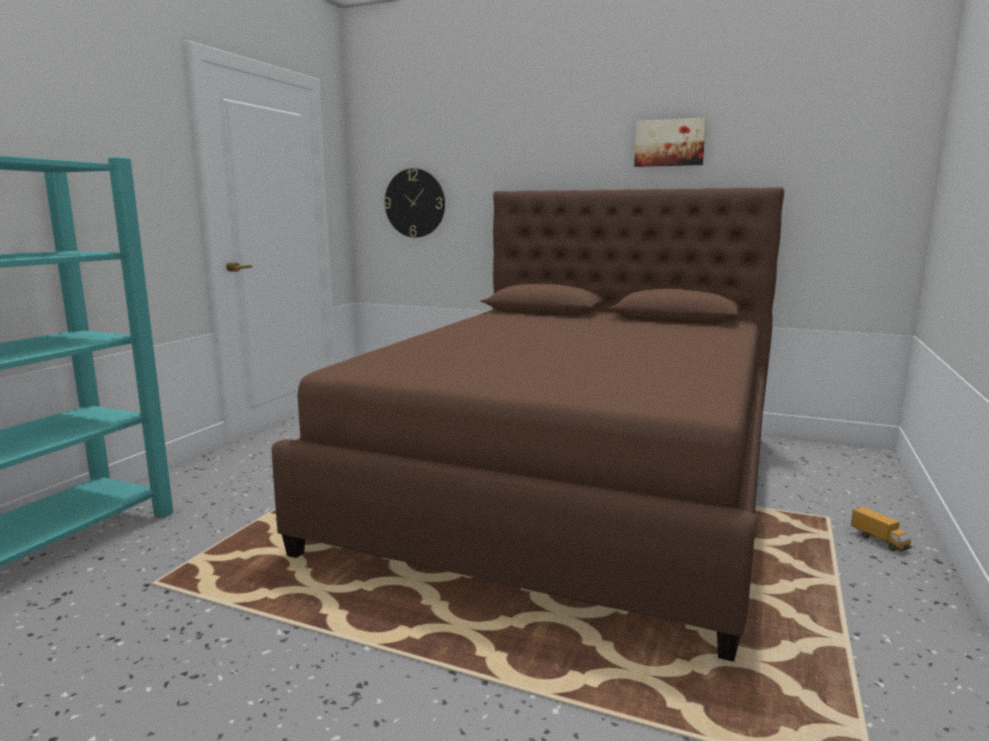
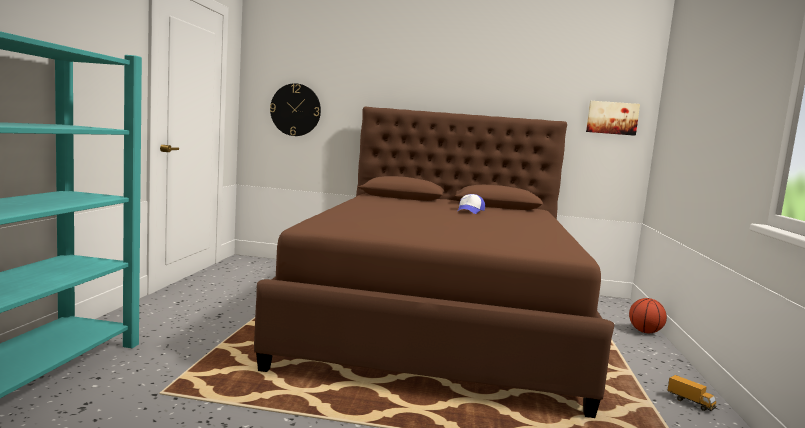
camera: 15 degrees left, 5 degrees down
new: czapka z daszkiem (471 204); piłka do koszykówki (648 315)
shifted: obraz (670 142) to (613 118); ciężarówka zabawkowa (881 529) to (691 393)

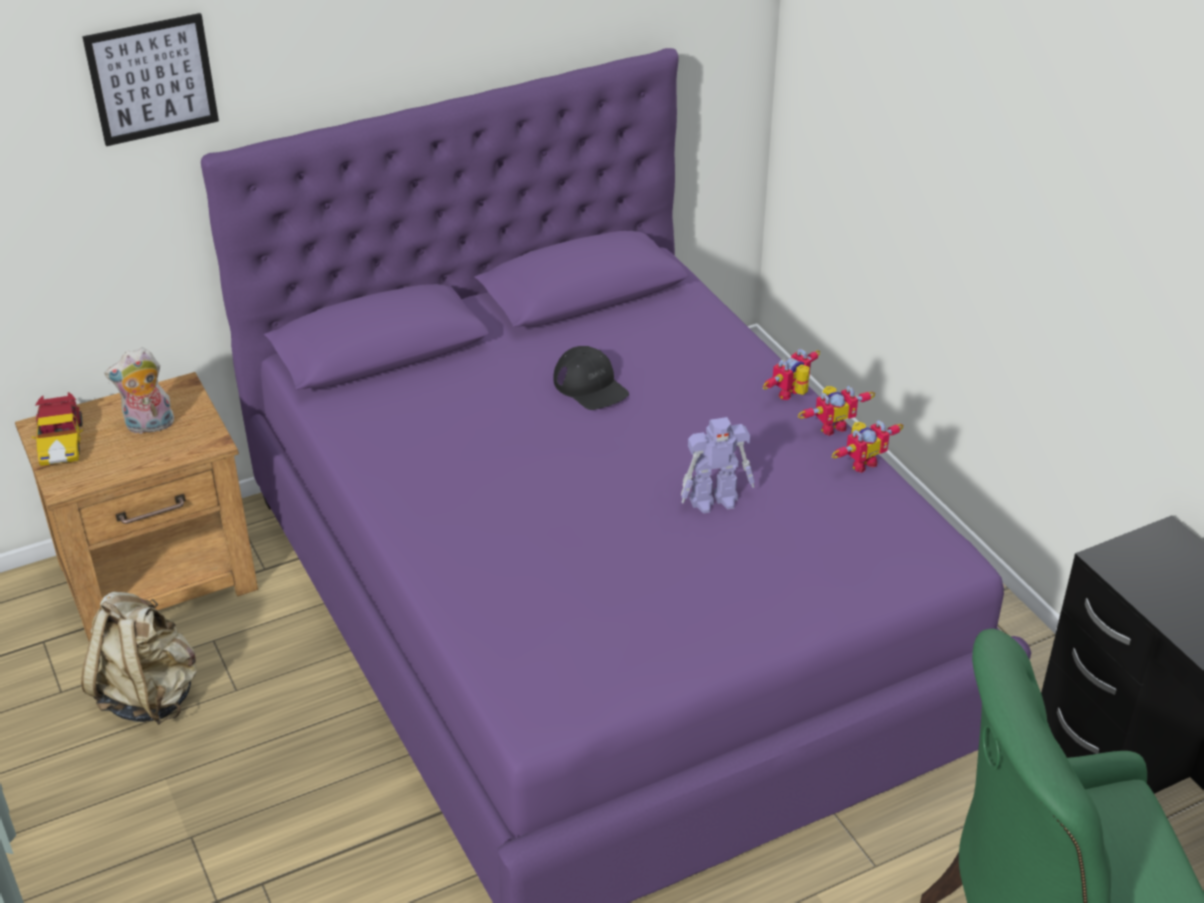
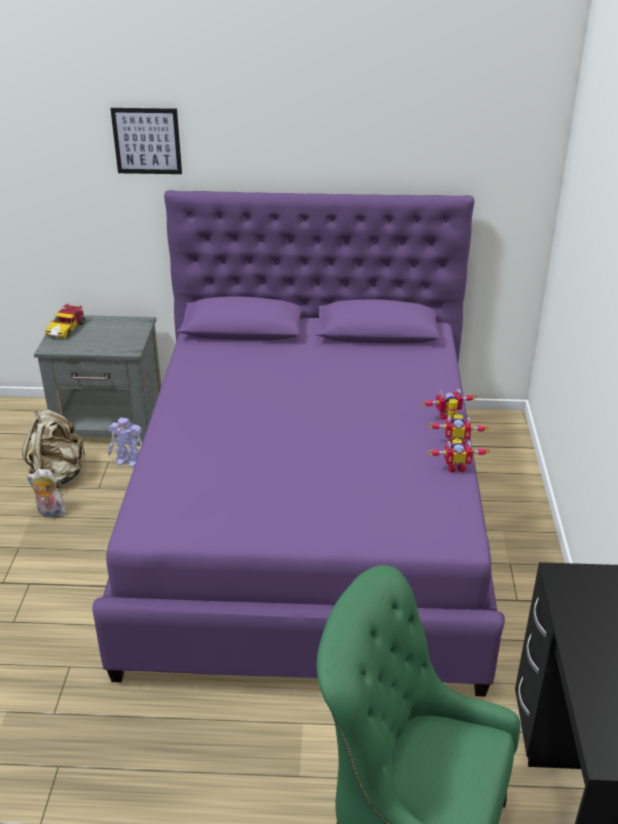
camera: 30 degrees right, 5 degrees down
gone: czapka z daszkiem (czarny) (591 378)
shifted: pluszak (140 390) to (46 493); robot zabawkowy (718 465) to (125 442)
repainted: szafka nocna (brązowy) (136 506) to szafka nocna (szary) (97 380)

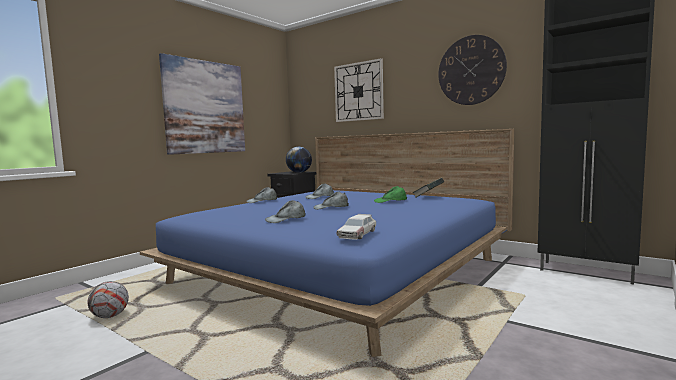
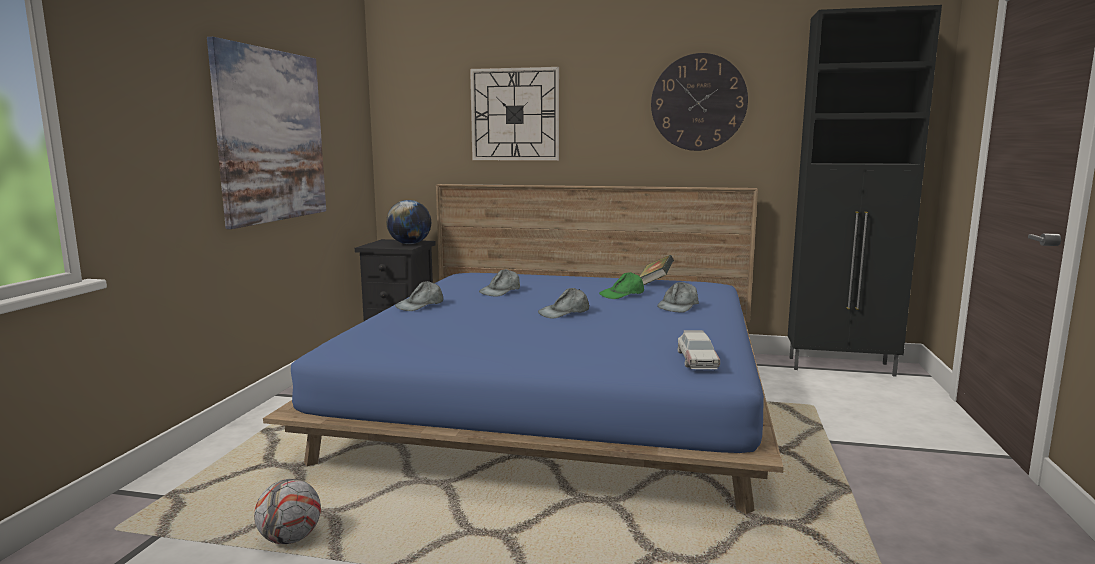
camera: 25 degrees left, 5 degrees up
shifted: czapka z daszkiem (szary) (285 211) to (678 297)

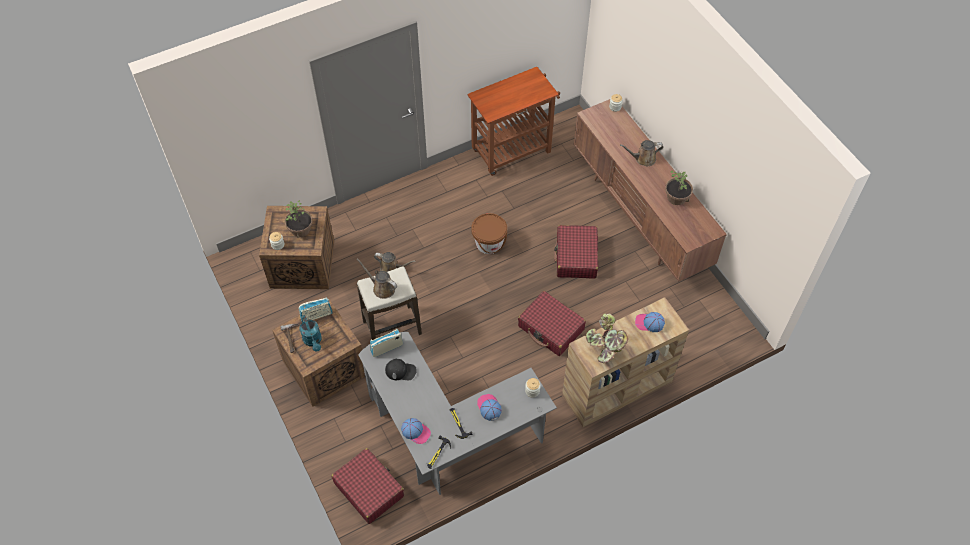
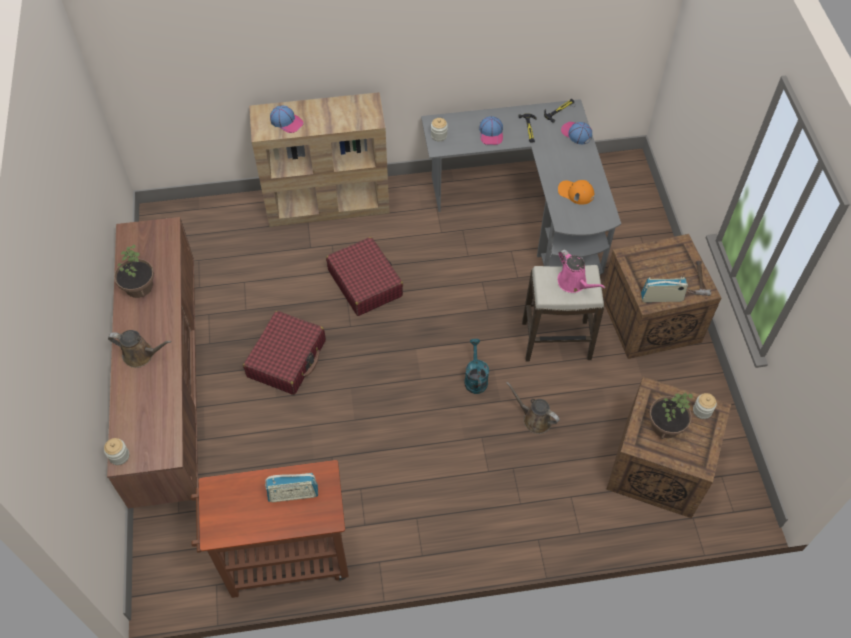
camera: 160 degrees left, 0 degrees up
gone: walizka (czerwony) (368 486); wiadro (brązowy) (489 233); roślina doniczkowa (607 338)
shifted: konewka (turkusowy) (311 333) to (476 366); radio (386 343) to (291 487)
repainted: konewka (brązowy) (376 278) to konewka (różowy) (581 271); czapka z daszkiem (czarny) (401 369) to czapka z daszkiem (pomarańczowy) (576 192)

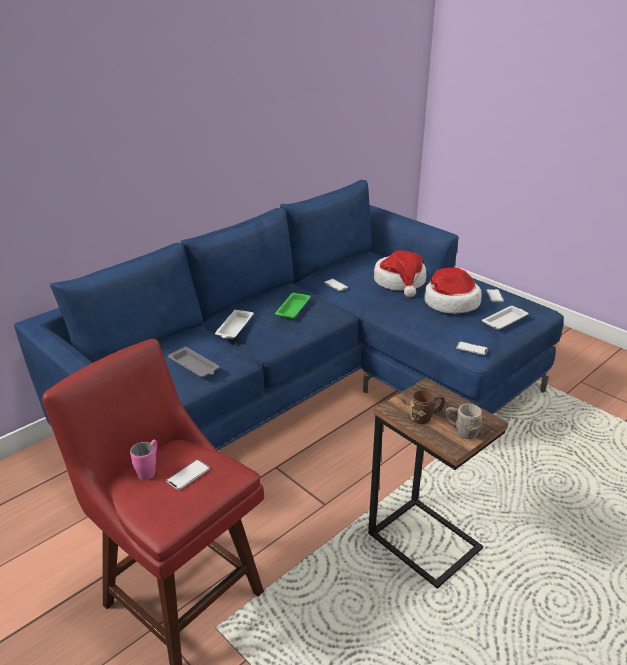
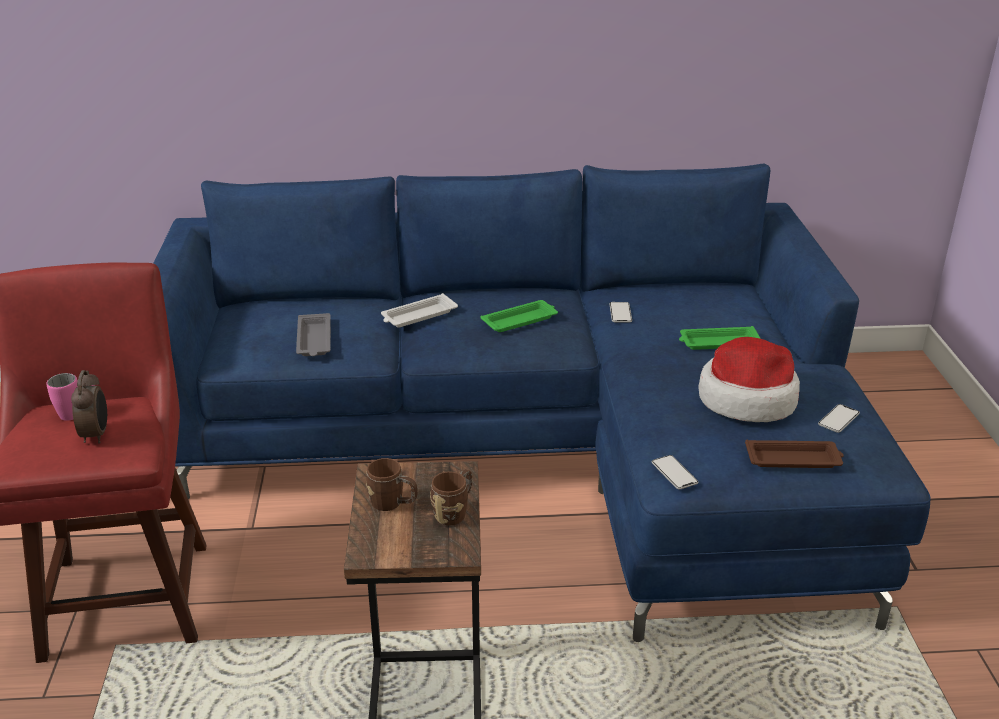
camera: 40 degrees right, 0 degrees up
gone: kubek (szary) (463 421)
new: kubek (brązowy) (451 497)
swapped: telefon (188 474) to budzik (89 407); kapelusz (400 274) to taca (zielony) (720 338)
repainted: taca (biały) (505 318) to taca (brązowy) (794 454)

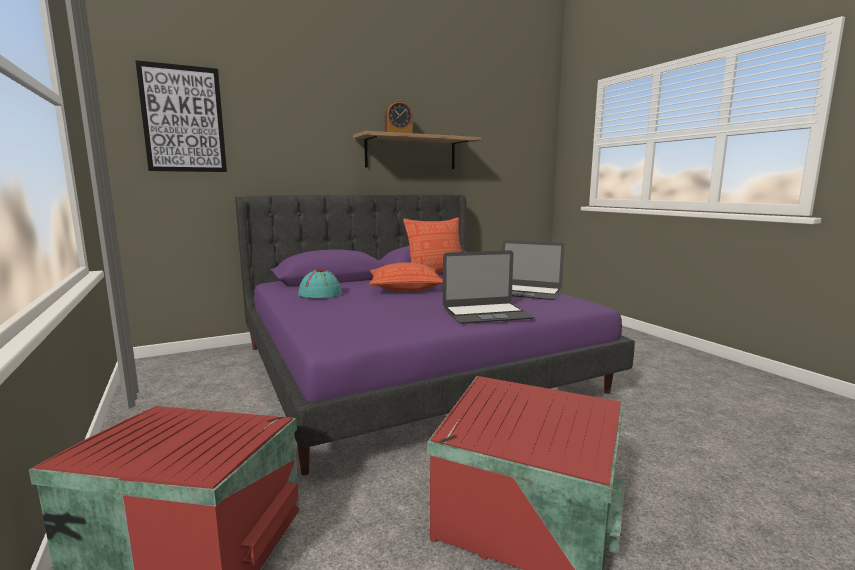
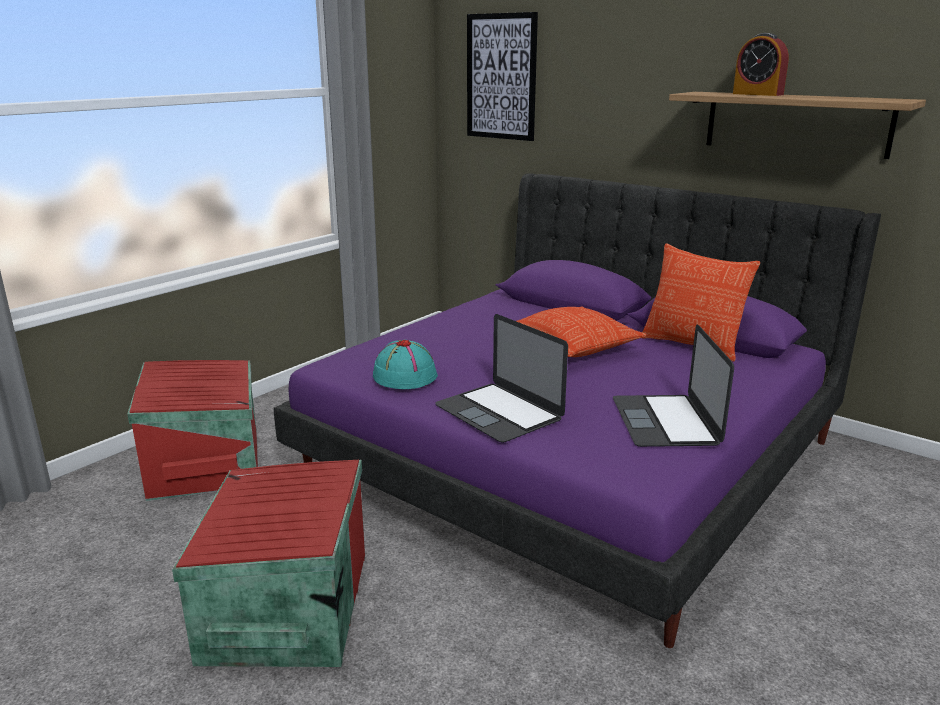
camera: 65 degrees right, 10 degrees up
shifted: kapelusz (turkusowy) (320 283) to (405 364)

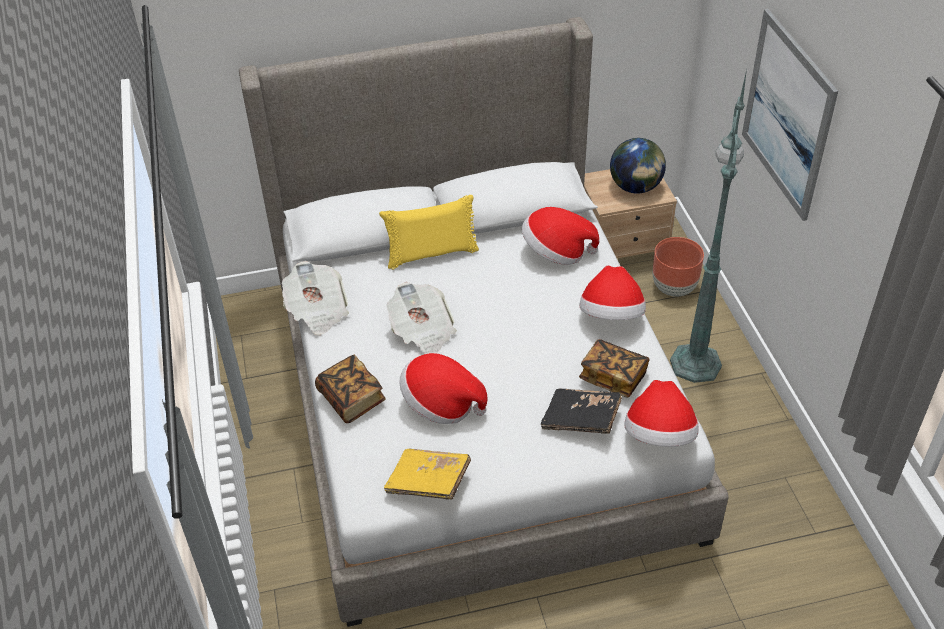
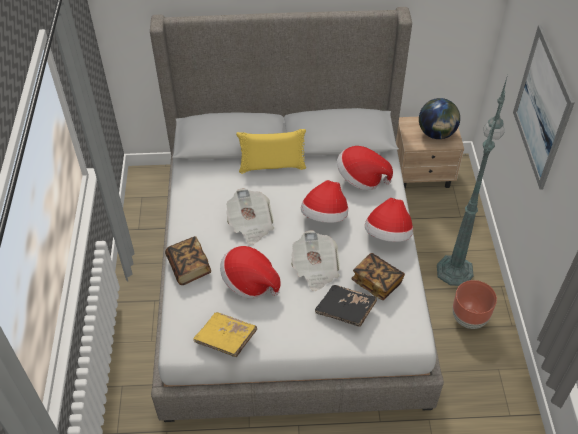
camera: 10 degrees right, 5 degrees up
shifted: gazeta (315 298) to (315 260); kapelusz (661 413) to (324 201); donica (brązowy) (678 267) to (475 304)

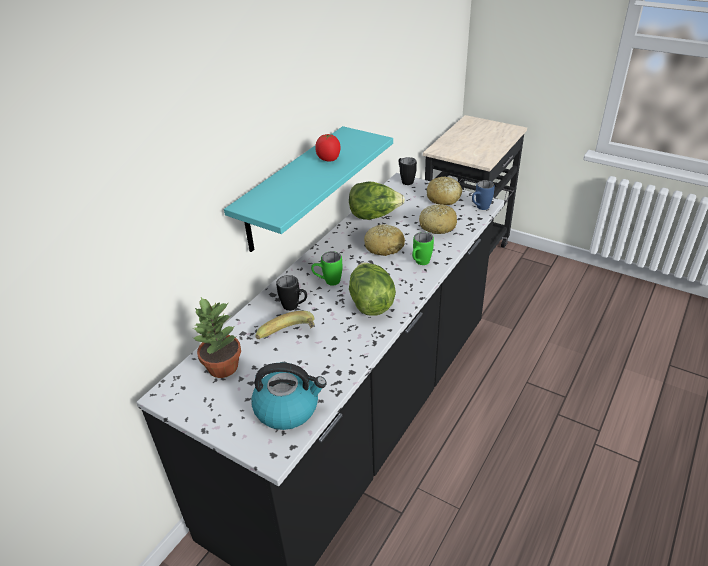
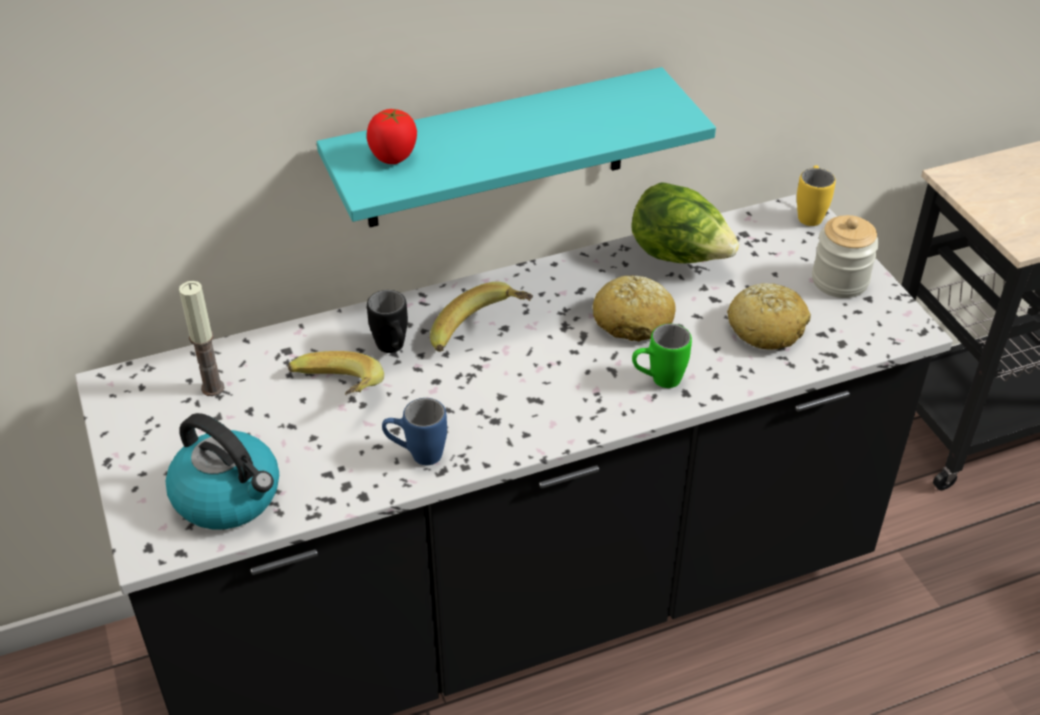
camera: 35 degrees right, 5 degrees up
gone: sałata (372 288)
shifted: pomidor (328 148) to (392 136); kubek (niebieski) (483 195) to (414 431)
swapped: roślina doniczkowa (217 337) to świeca (202 338); kubek (zielony) (327 268) to banan (481 317); chleb (444 190) to słoik (845 256)
repainted: kubek (czarny) (408 171) to kubek (żółty) (816 195)

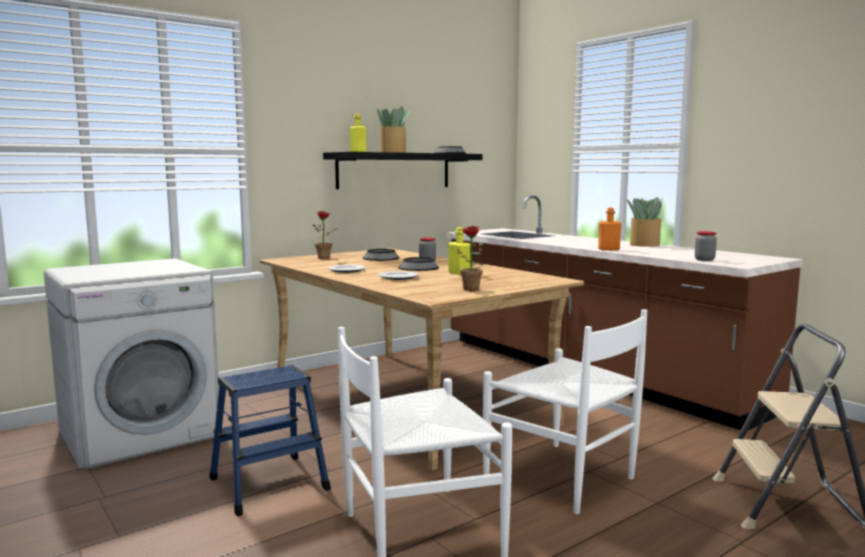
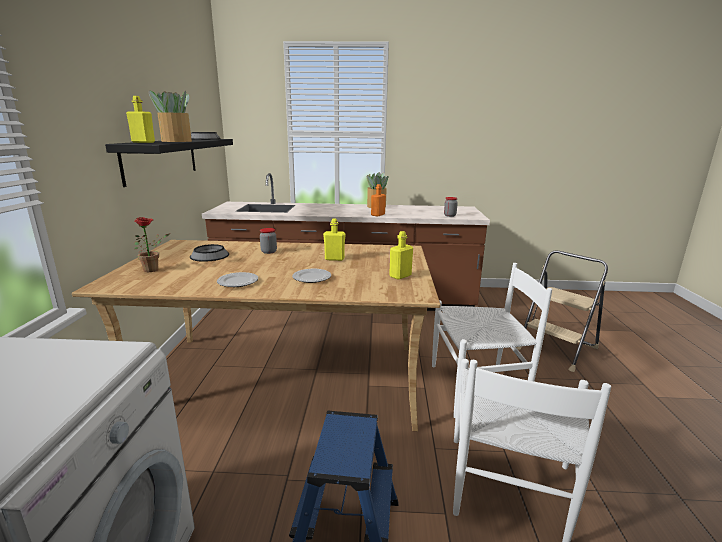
camera: 50 degrees left, 10 degrees up
gone: miska (418 264)
swapped: roślina doniczkowa (466 258) to butelka (żółty) (401 255)

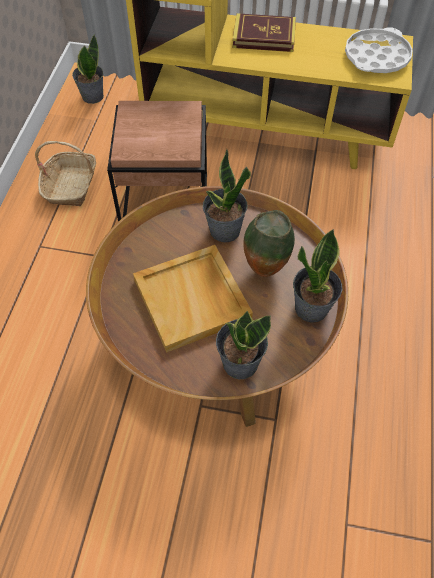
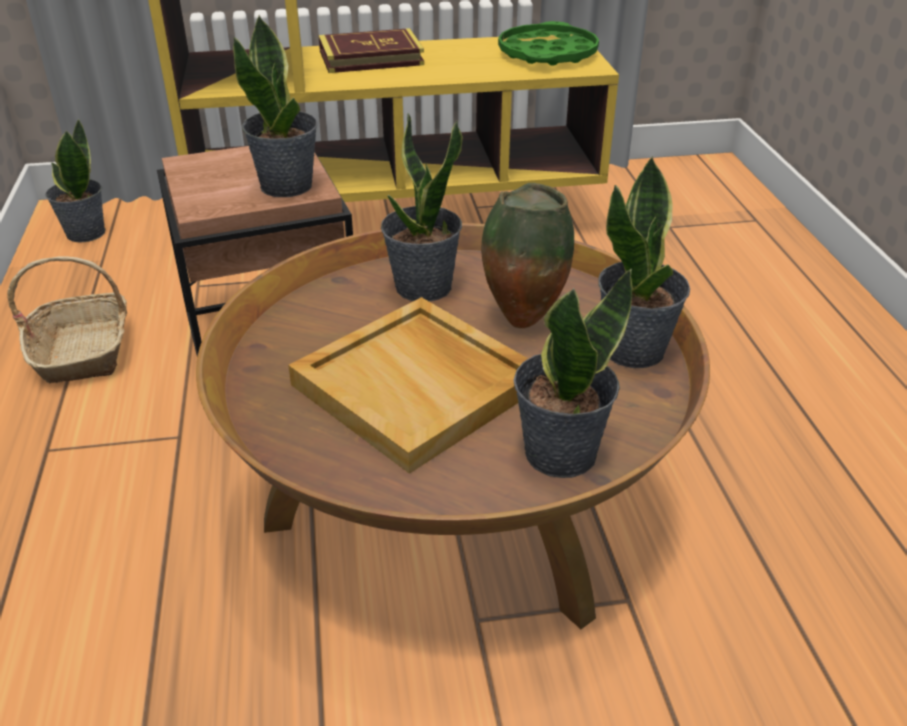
camera: 20 degrees left, 20 degrees down
new: roślina doniczkowa (275 106)
repainted: taca (biały) (379 50) to taca (zielony) (548 43)

